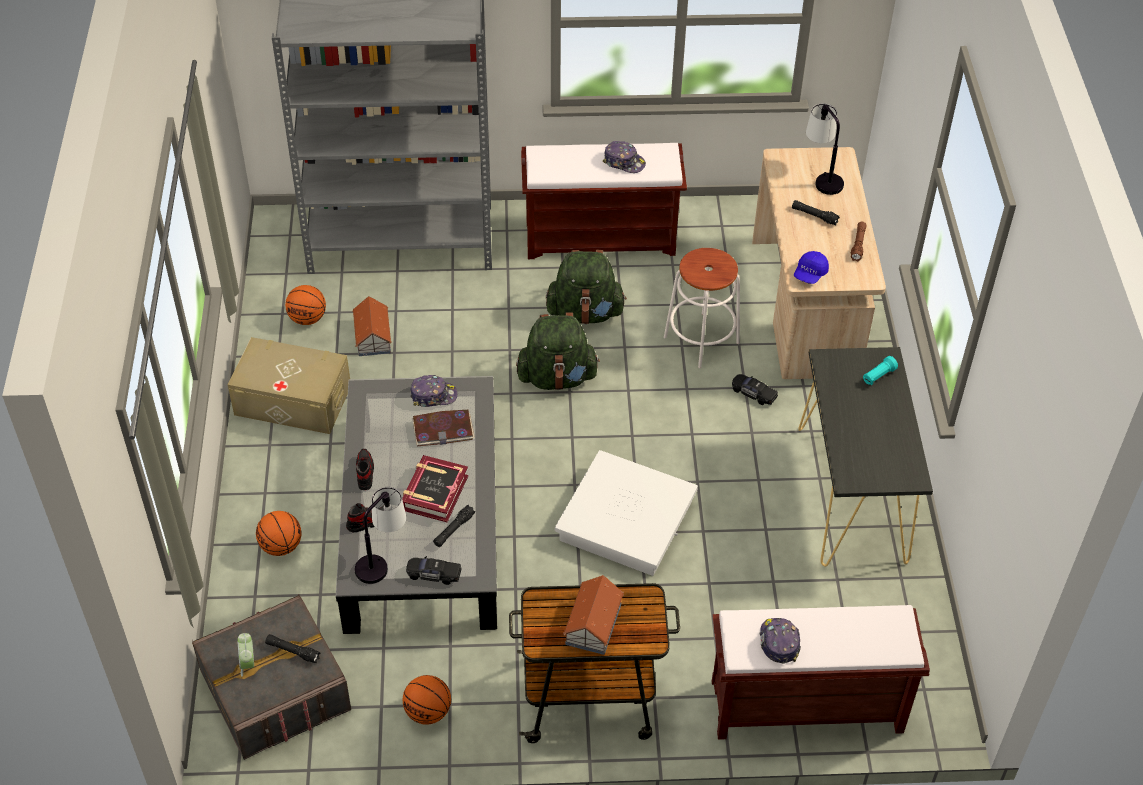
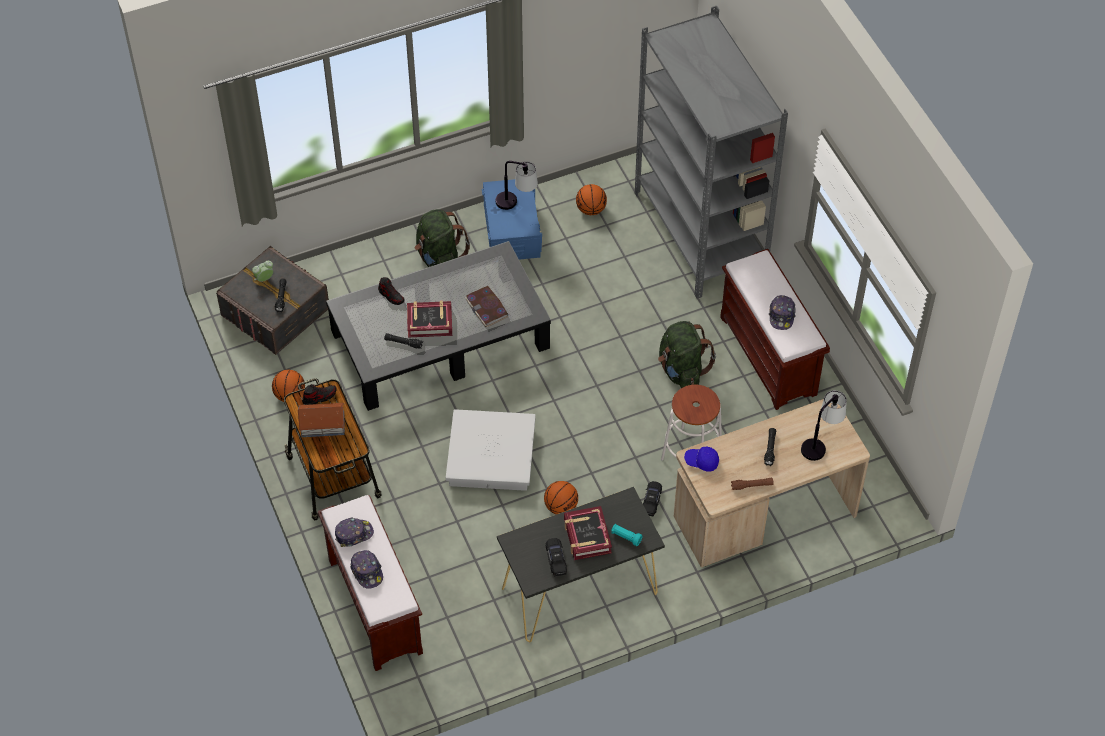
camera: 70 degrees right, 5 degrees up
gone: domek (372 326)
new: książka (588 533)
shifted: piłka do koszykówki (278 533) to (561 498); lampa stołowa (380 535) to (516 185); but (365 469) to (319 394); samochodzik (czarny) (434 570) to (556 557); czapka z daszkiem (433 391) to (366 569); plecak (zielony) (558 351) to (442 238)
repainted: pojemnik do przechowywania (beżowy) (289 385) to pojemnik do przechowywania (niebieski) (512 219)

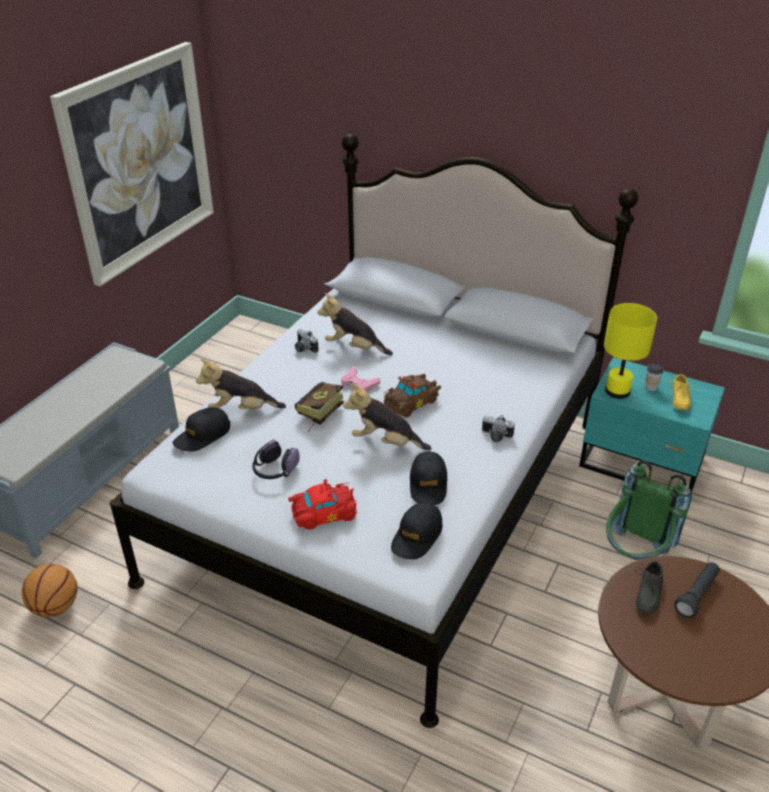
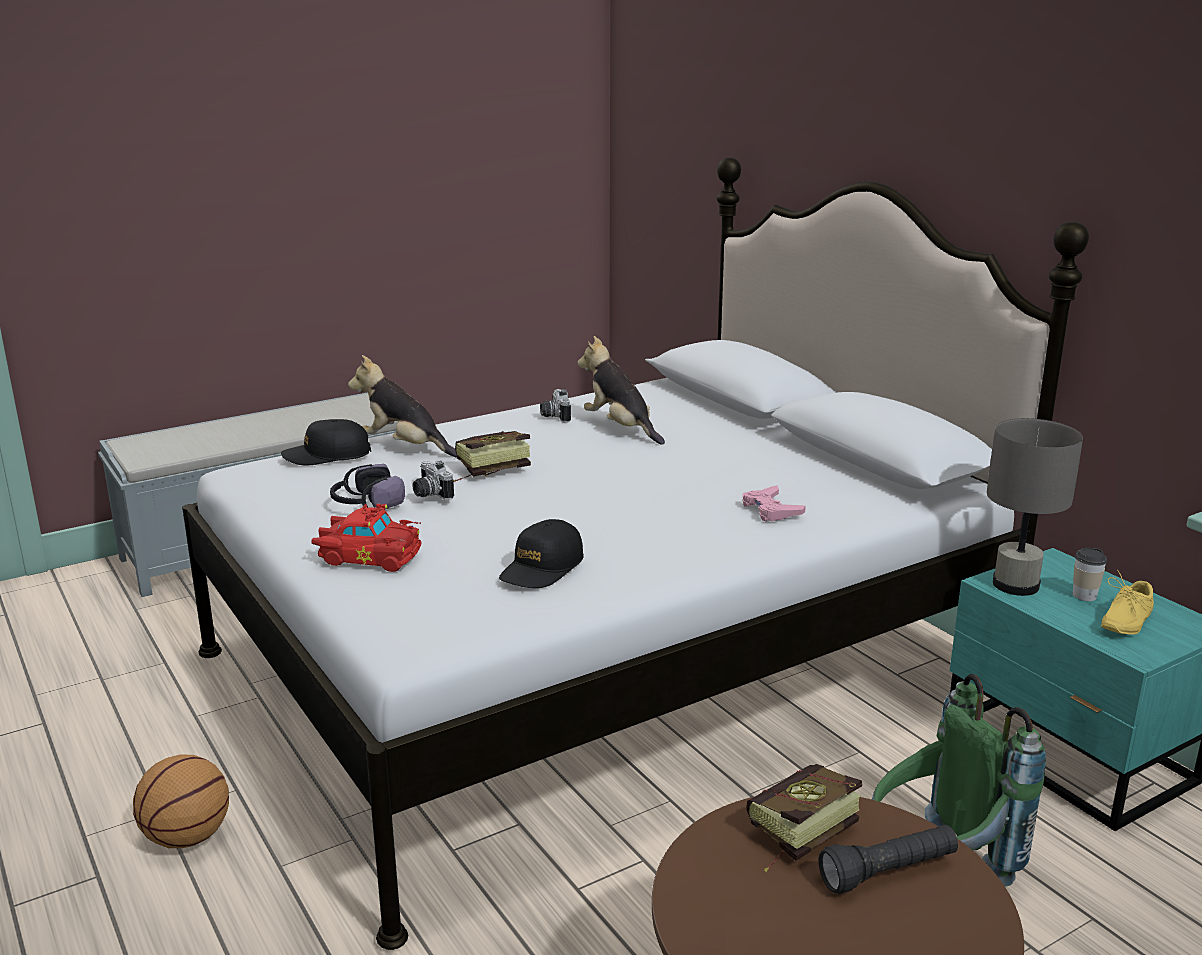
camera: 30 degrees right, 15 degrees down
gone: obraz (132 164); pluszak (387 416); samochodzik (brązowy) (412 395); czapka z daszkiem (czarny) (417 531)
shifted: piłka do koszykówki (50 590) to (181 801); pad do gier (różowy) (360 379) to (774 503); aparat fotograficzny (498 428) to (433 480)
swapped: but (szary) (650 587) to książka (804 818)
repainted: lampa stołowa (żółty) (630 351) to lampa stołowa (szary) (1035 507)

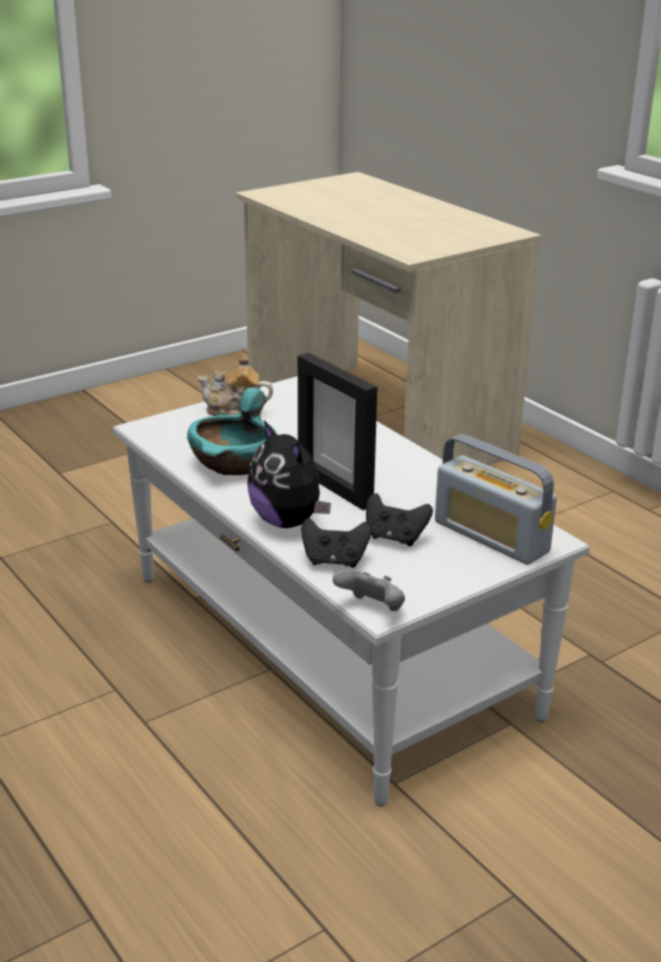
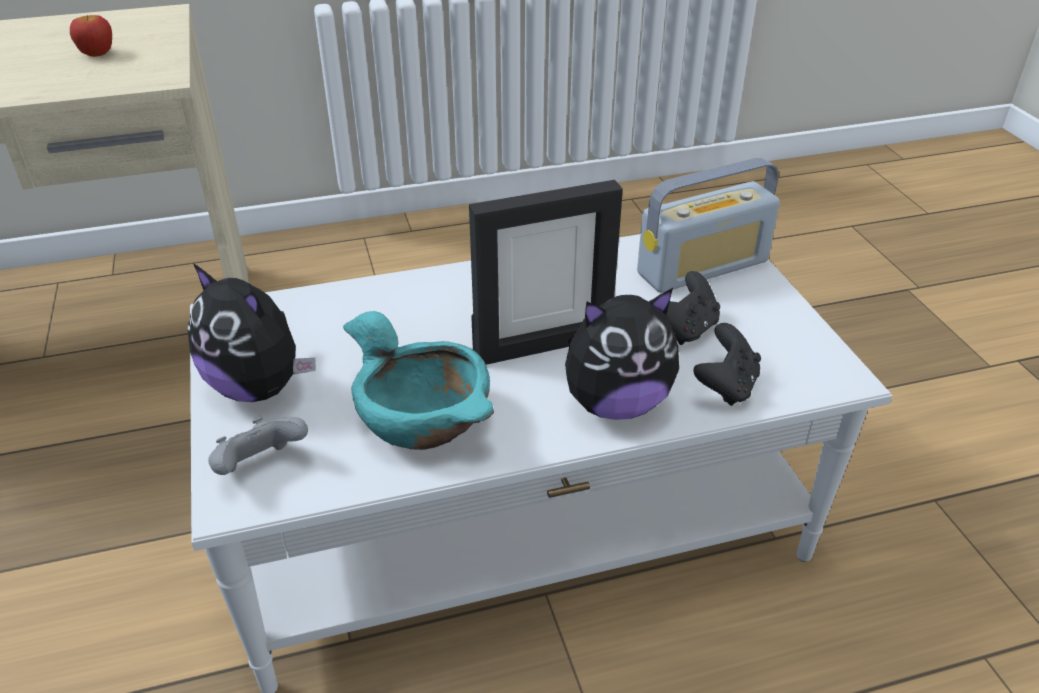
camera: 70 degrees left, 10 degrees up
new: jabłko (91 36)
shifted: pad do gier (szary) (369 590) to (258 446)
swapped: imbryk (235 385) to pluszak (251 332)

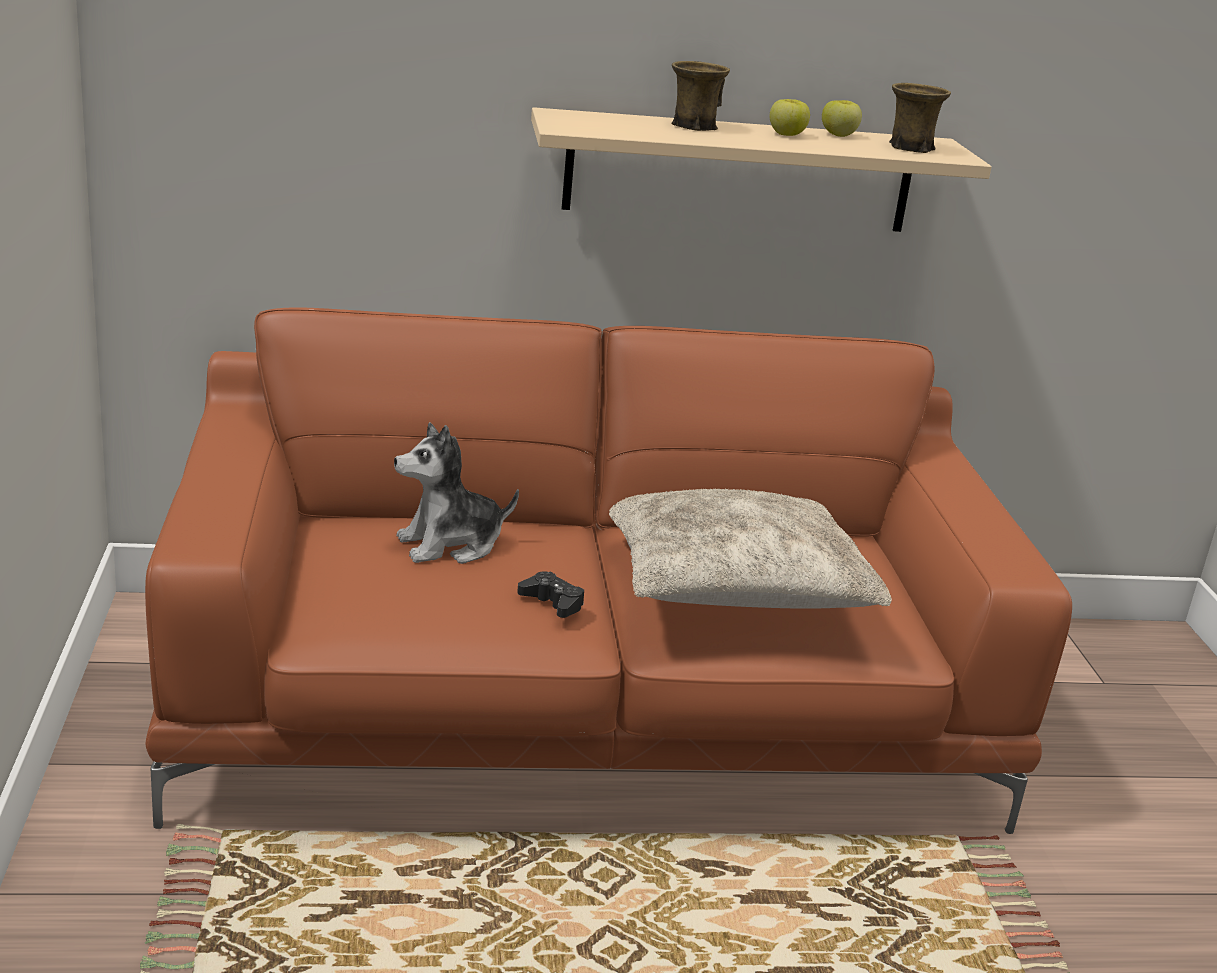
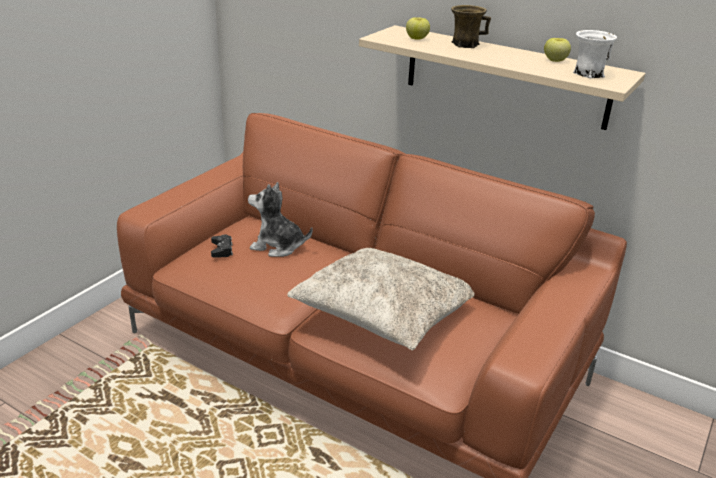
camera: 40 degrees right, 5 degrees up
shifted: pad do gier (czarny) (550 594) to (222 246); jabłko (790 117) to (418 28)
repainted: kubek (brązowy) (920 118) to kubek (biały) (595 54)

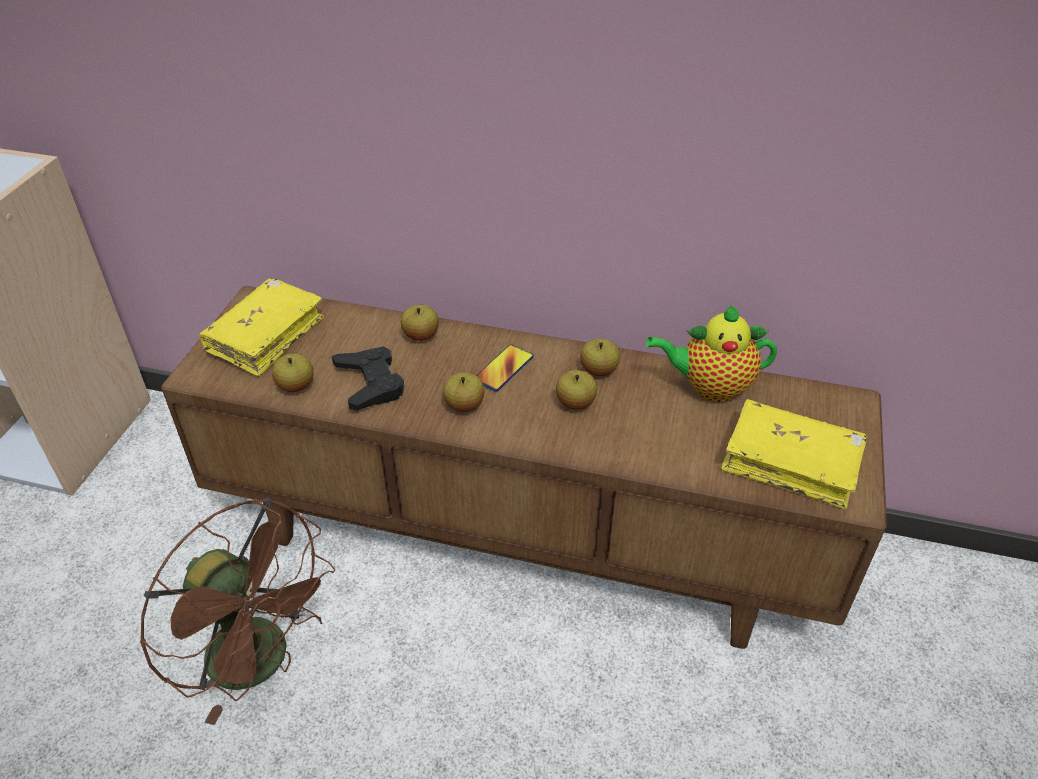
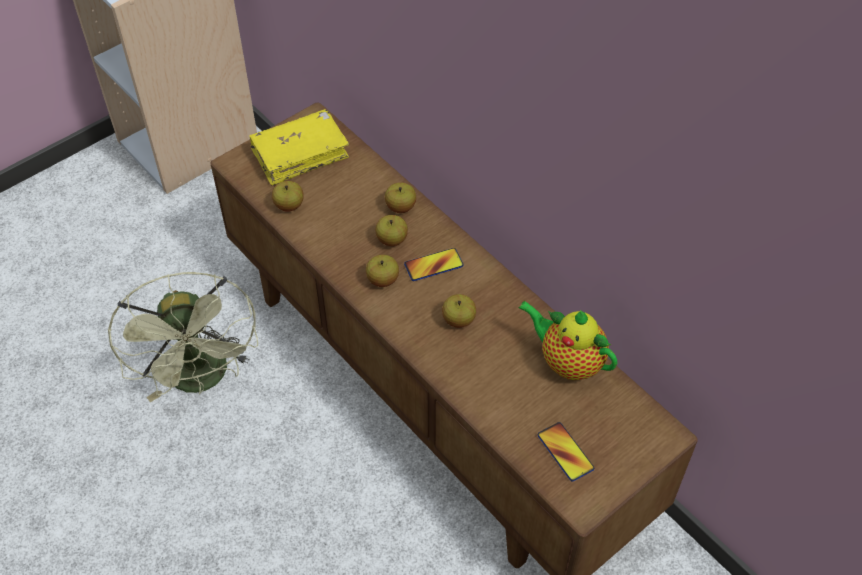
camera: 35 degrees right, 10 degrees up
gone: pad do gier (czarny) (368 378)
shifted: jabłko (600 357) to (391 230)
swapped: książka (żółty) (794 454) to telefon (566 451)
repainted: wentylator (brązowy) (237 611) to wentylator (zielony) (183 337)

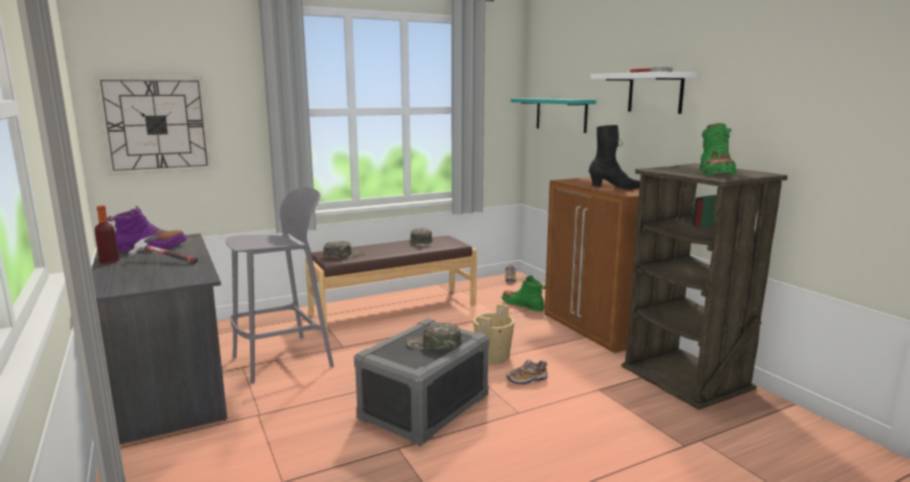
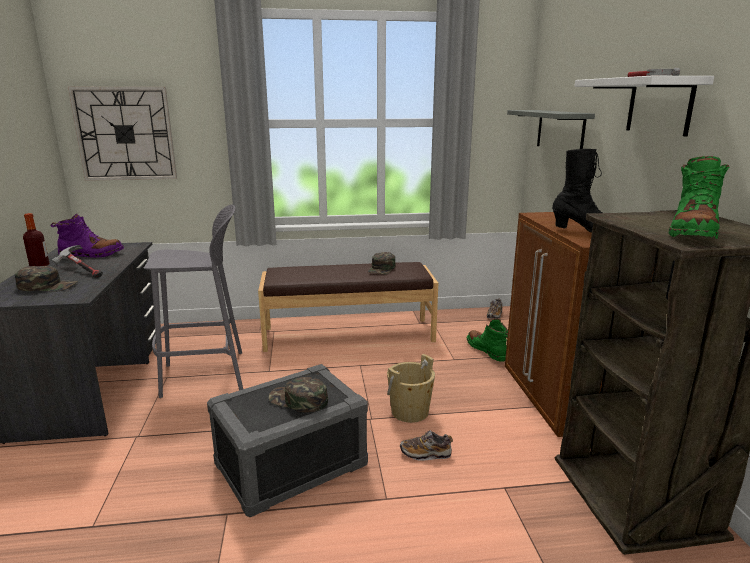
camera: 20 degrees right, 5 degrees up
shifted: czapka z daszkiem (zielony) (343 249) to (46 279)
repainted: półka (turkusowy) (553 115) to półka (szary) (551 129)

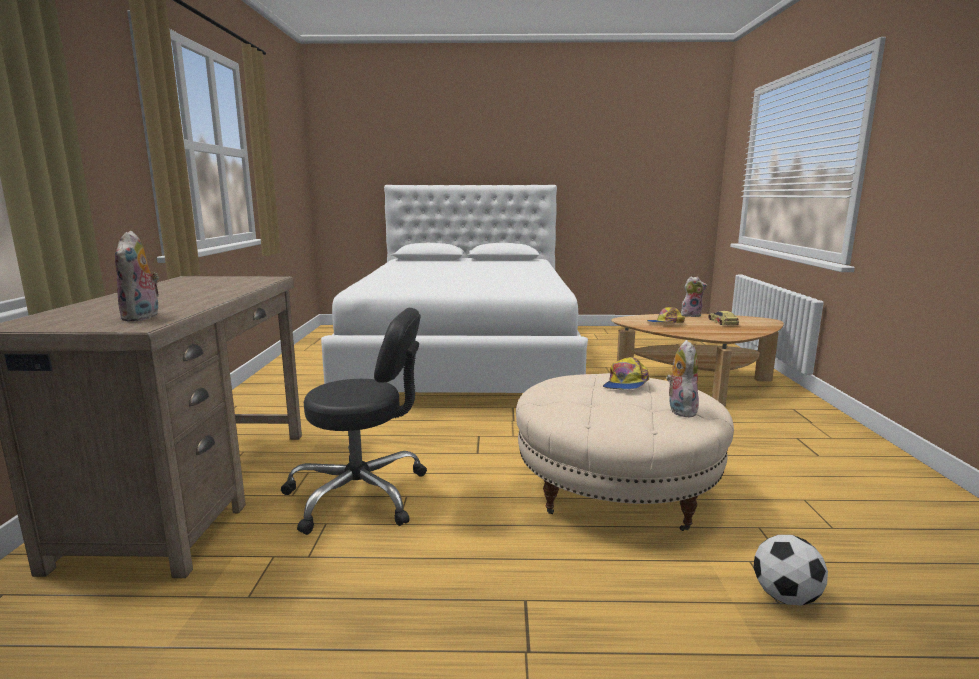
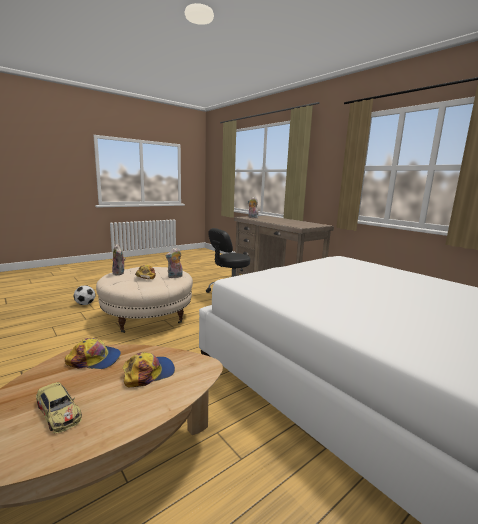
camera: 140 degrees right, 0 degrees up
new: czapka z daszkiem (93 353)
shifted: pluszak (694 296) to (174 263)

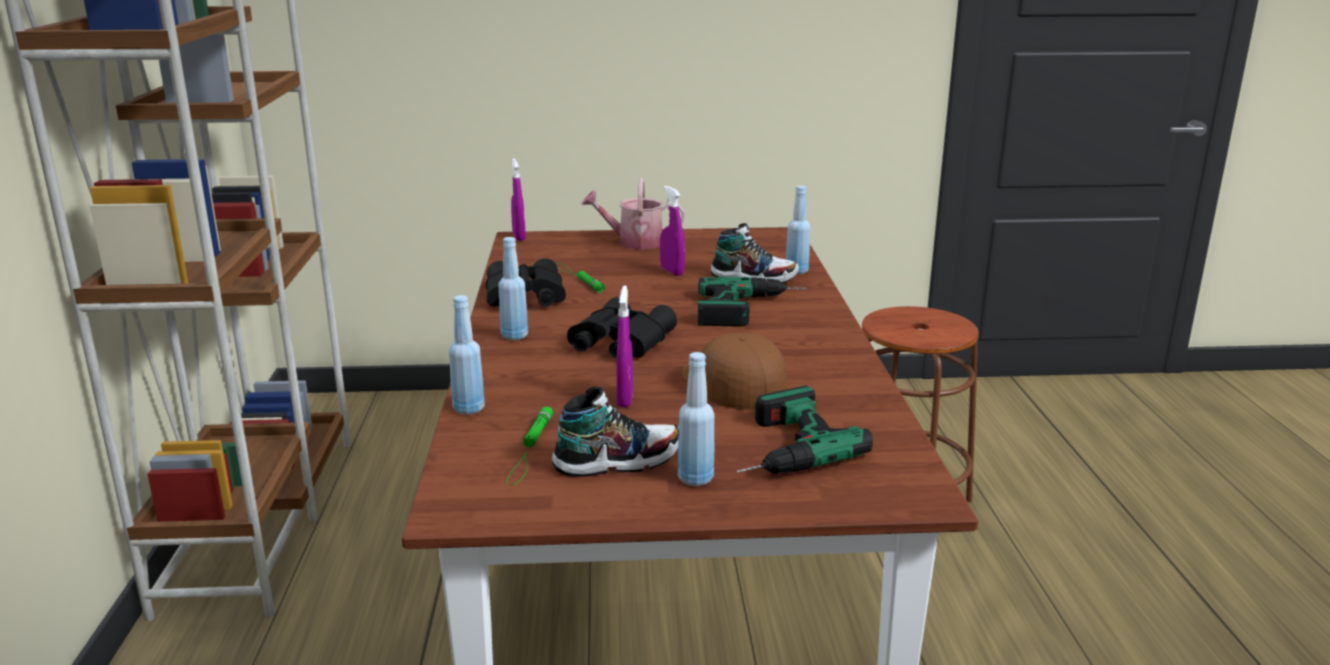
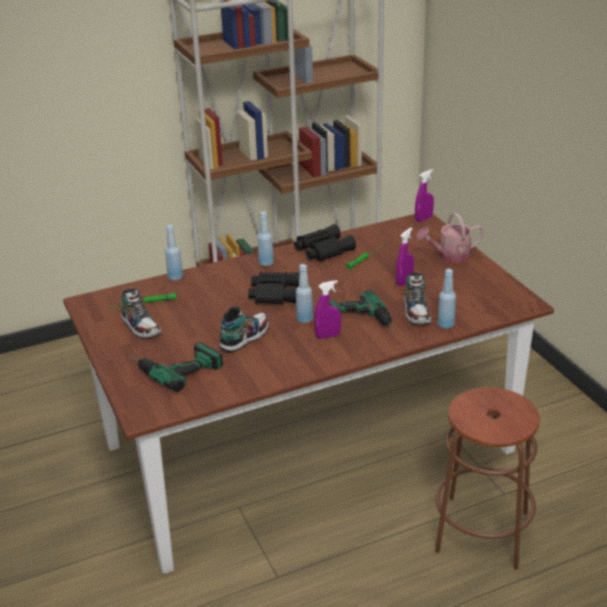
camera: 70 degrees right, 10 degrees up
shifted: spryskiwacz (fioletowy) (625 346) to (327 309); butelka (niebieski) (696 419) to (304 293)
swapped: czapka z daszkiem (brązowy) (734 371) to but (244 329)
rotated: konewka (633 214) = (450 238) 90 degrees counterclockwise

